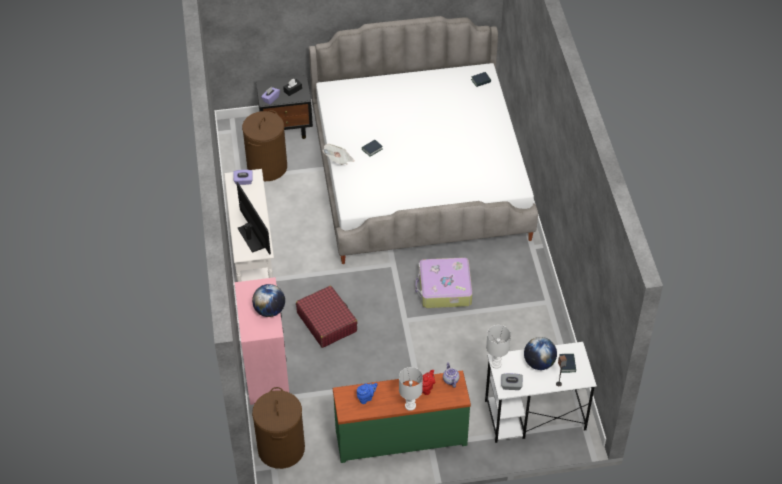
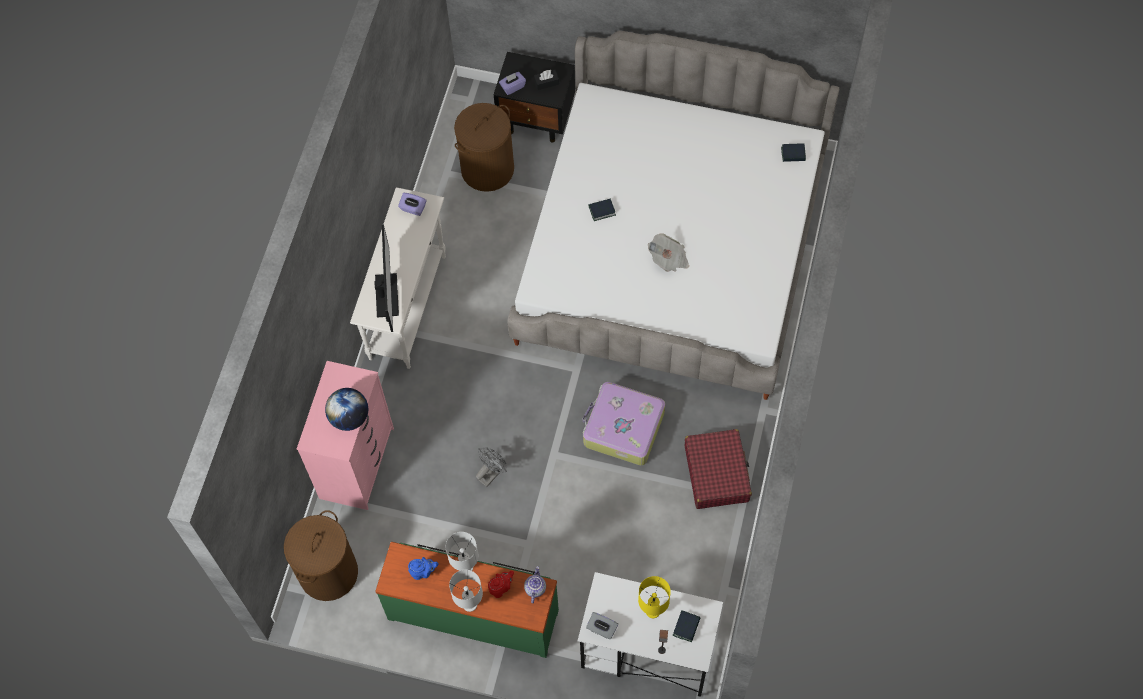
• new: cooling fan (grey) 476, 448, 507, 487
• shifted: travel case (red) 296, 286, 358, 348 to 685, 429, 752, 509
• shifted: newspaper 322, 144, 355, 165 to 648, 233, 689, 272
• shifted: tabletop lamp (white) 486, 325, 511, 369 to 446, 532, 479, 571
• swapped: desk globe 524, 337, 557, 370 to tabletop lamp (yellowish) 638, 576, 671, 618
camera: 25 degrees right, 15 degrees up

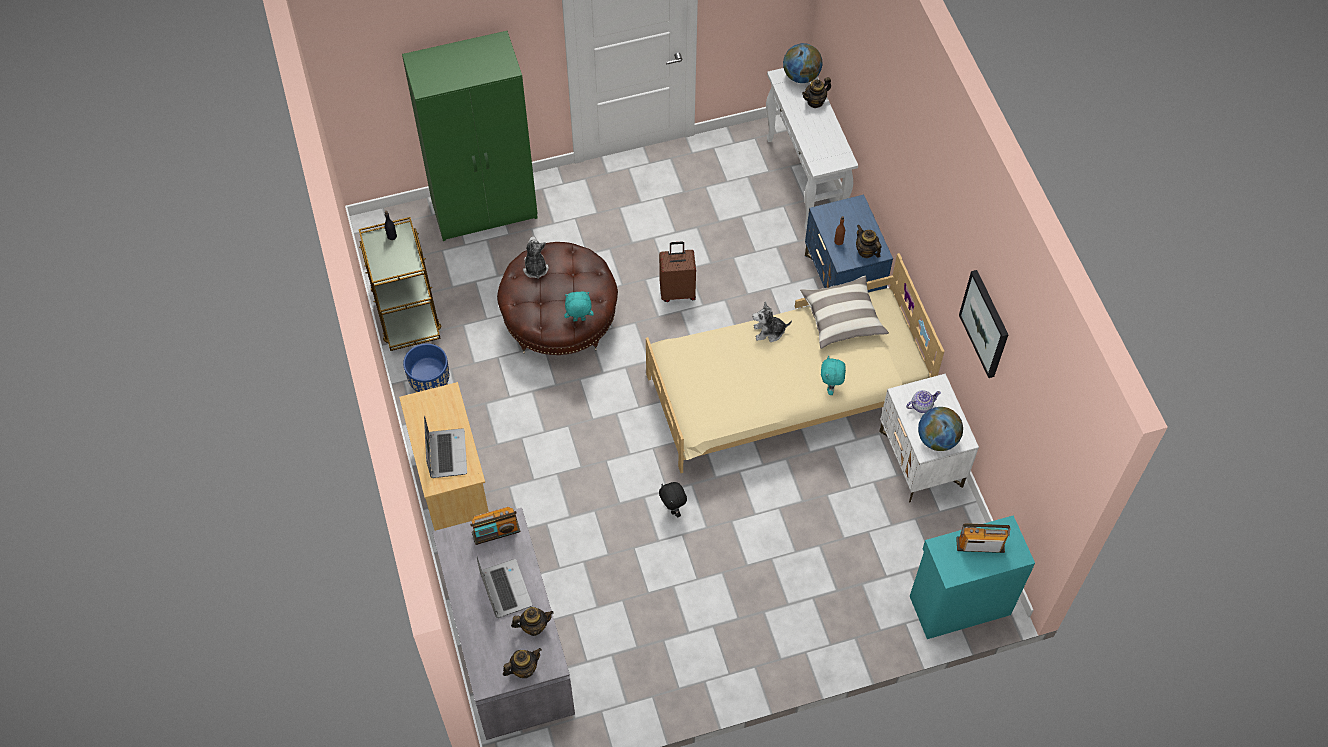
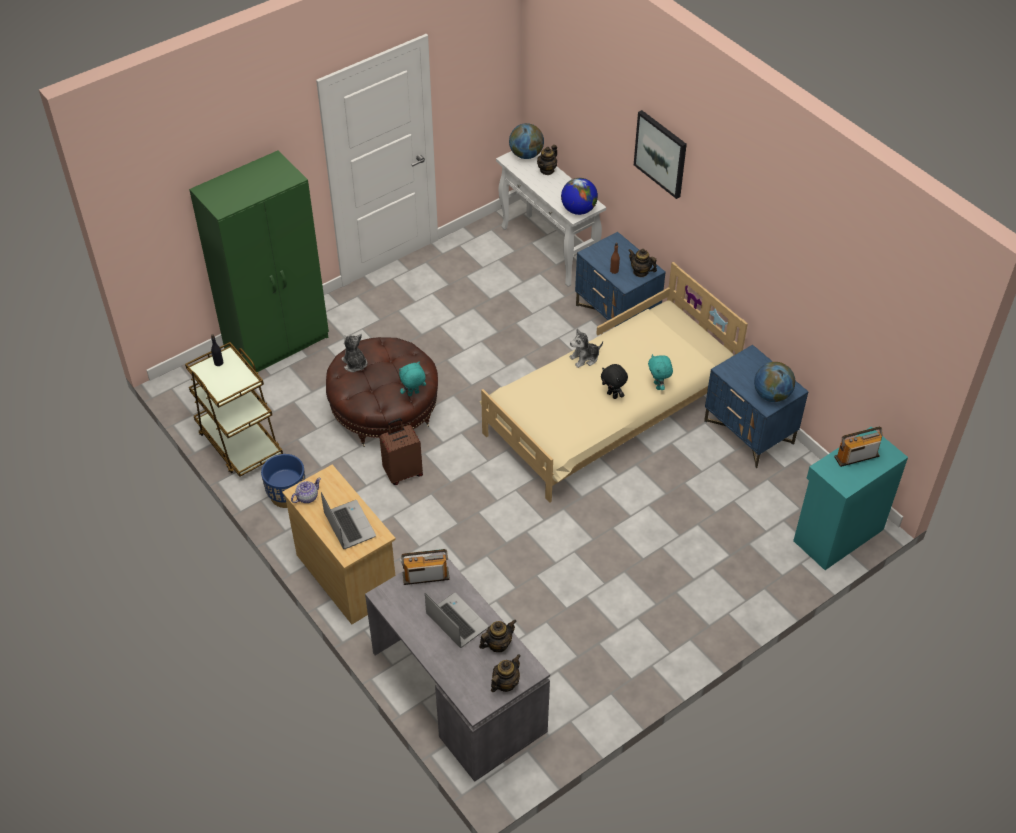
• gone: pillow 800, 276, 889, 349
• new: desk globe 561, 178, 598, 215
• shifted: travel case (brown) 659, 241, 696, 302 to 379, 418, 423, 485
• shifted: plush toy (black-coloured) 659, 482, 687, 517 to 601, 364, 628, 399
• shifted: teapot 906, 390, 941, 413 to 291, 478, 321, 503
• shifted: wall art 959, 270, 1008, 378 to 634, 110, 687, 199
• repainted: nightstand (white) 879, 374, 979, 503 to nightstand (blue-coloured) 704, 345, 809, 468
• rotated: radio set 470, 507, 521, 545 = 401, 549, 450, 585 150 degrees counterclockwise
camera: 20 degrees left, 10 degrees down

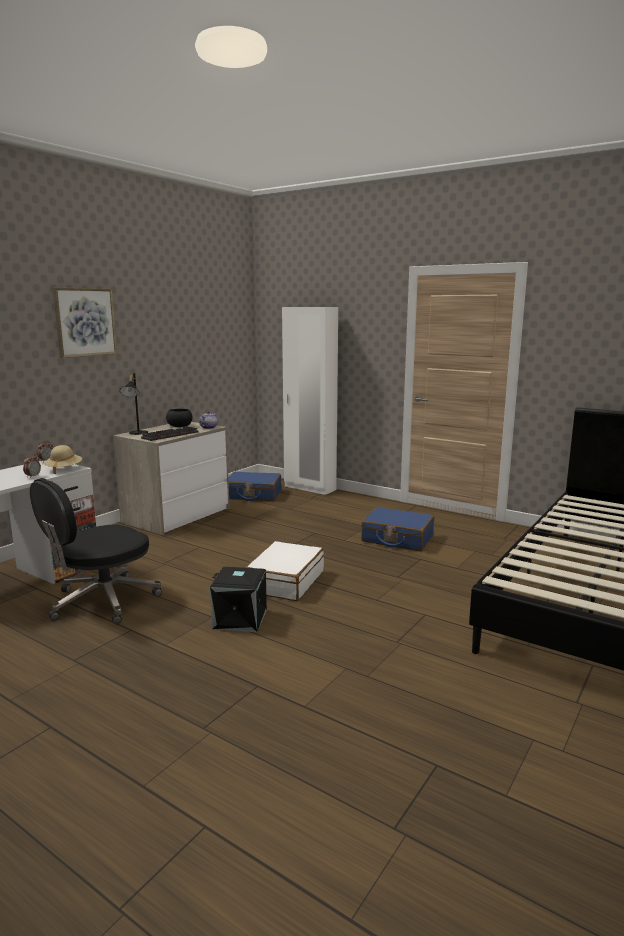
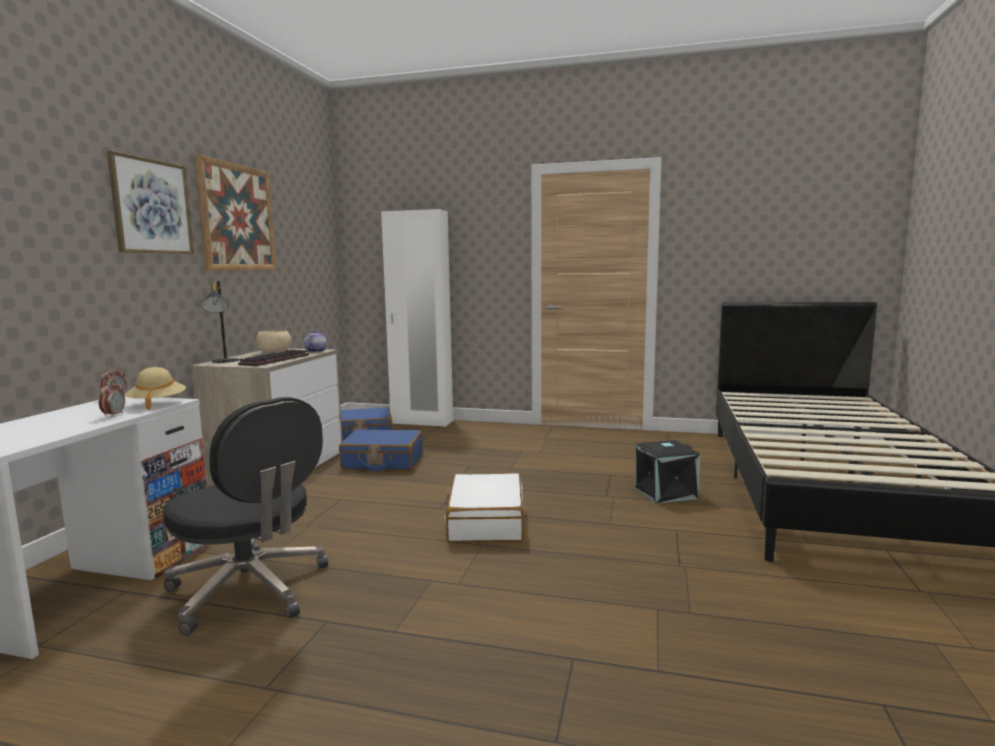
• new: wall art 194, 155, 276, 271
• shifted: storage box (black-coloured) 210, 567, 267, 632 to 635, 440, 700, 504
• shifted: travel case (blue-coloured) 361, 507, 434, 552 to 339, 429, 423, 471
• repainted: bowl (black-coloured) 166, 409, 193, 427 to bowl (sand-coloured) 256, 330, 291, 353
• rotated: desk chair (black-coloured) 30, 478, 162, 624 = 163, 397, 328, 636 75 degrees counterclockwise
camera: 20 degrees left, 5 degrees down

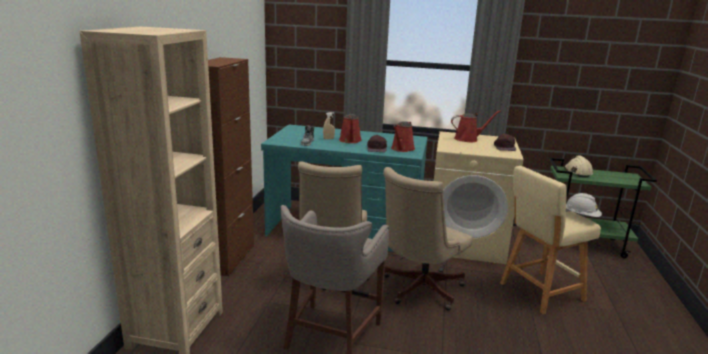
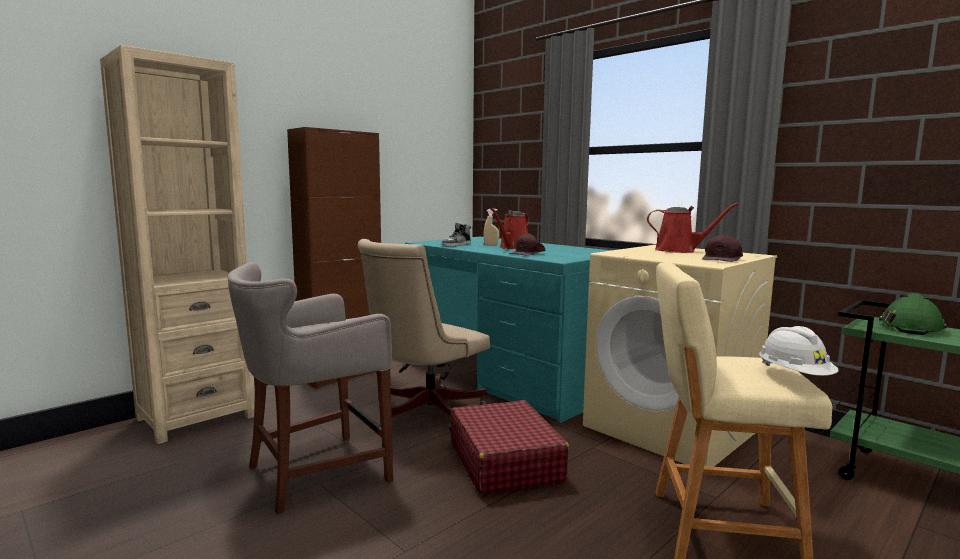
• gone: sprinkling can (red) 391, 121, 415, 152
• swapped: desk chair (sand-coloured) 383, 167, 473, 310 to travel case (red) 450, 400, 569, 495
• repainted: safety helmet (sand-coloured) 564, 155, 593, 177 to safety helmet (green-coloured) 879, 293, 947, 335
camera: 35 degrees right, 10 degrees down

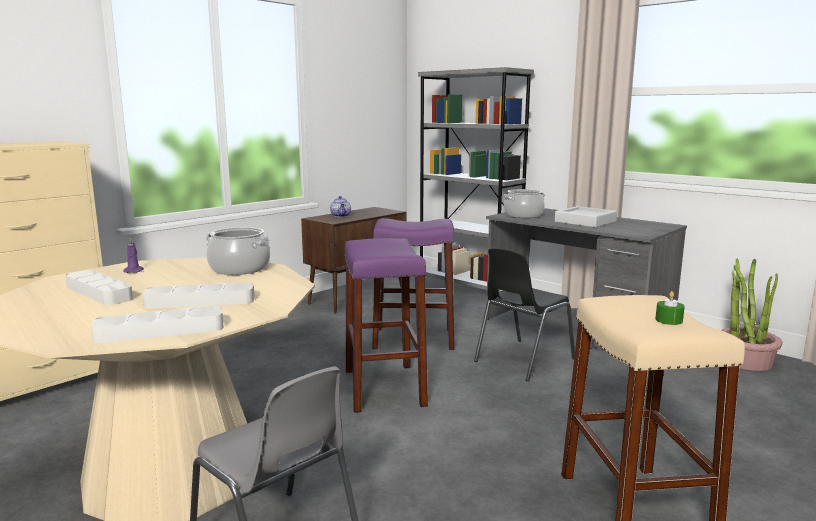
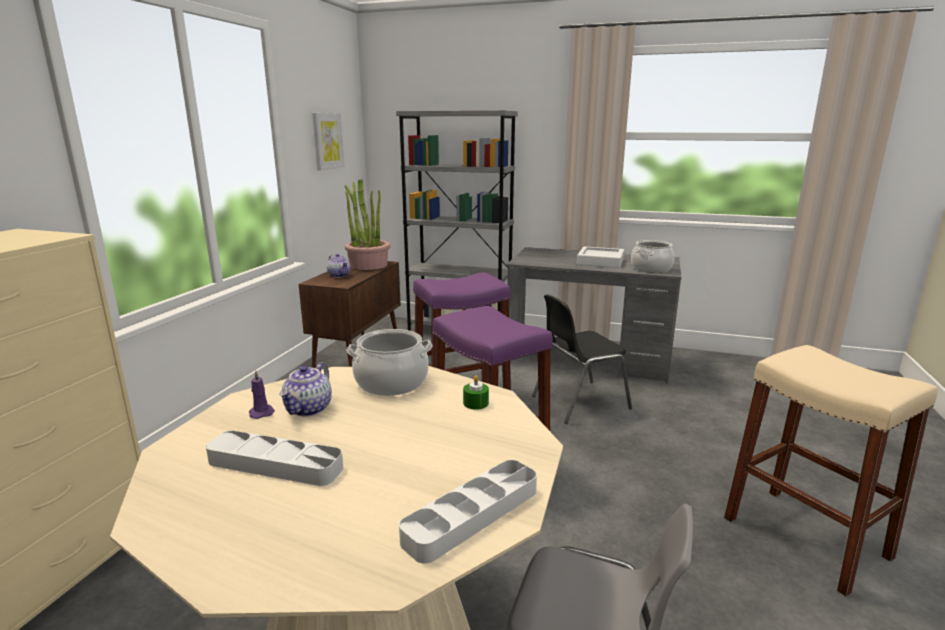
• gone: serving tray (grey) 142, 283, 255, 309
• new: teapot 279, 362, 332, 417
• new: wall art 312, 113, 345, 171
• shifted: saucepot 504, 189, 545, 218 to 631, 240, 674, 272
• shifted: wax candle (green-coloured) 656, 291, 685, 325 to 463, 376, 489, 410
• shifted: potted plant 721, 259, 783, 371 to 344, 179, 390, 270
• rotated: upright chair (black-coloured) 474, 248, 575, 381 = 532, 294, 632, 424 45 degrees clockwise
camera: 25 degrees left, 5 degrees up

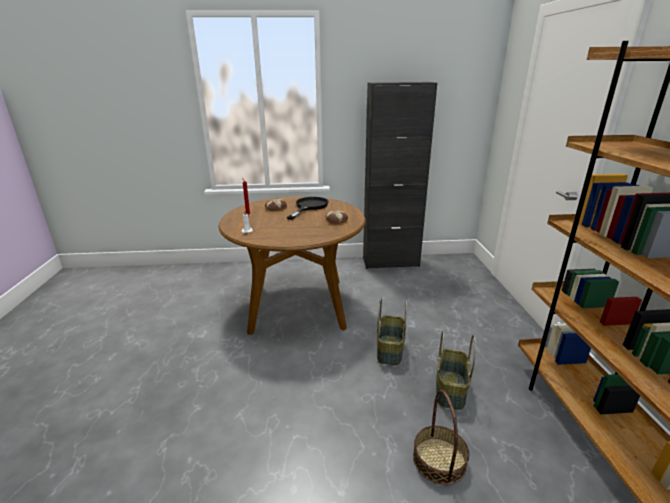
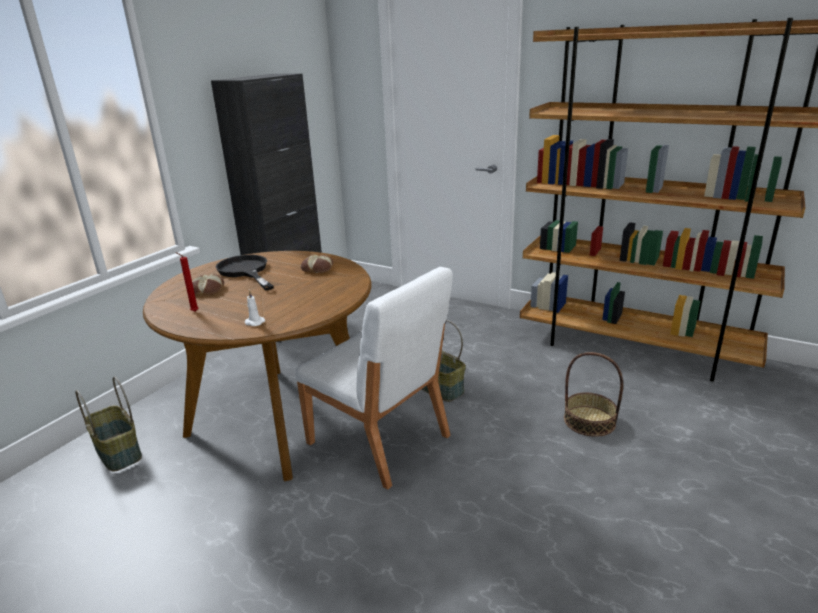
• new: upright chair (white) 295, 267, 453, 489
• shifted: storage basket 436, 331, 476, 410 to 75, 376, 142, 472
camera: 55 degrees left, 0 degrees up

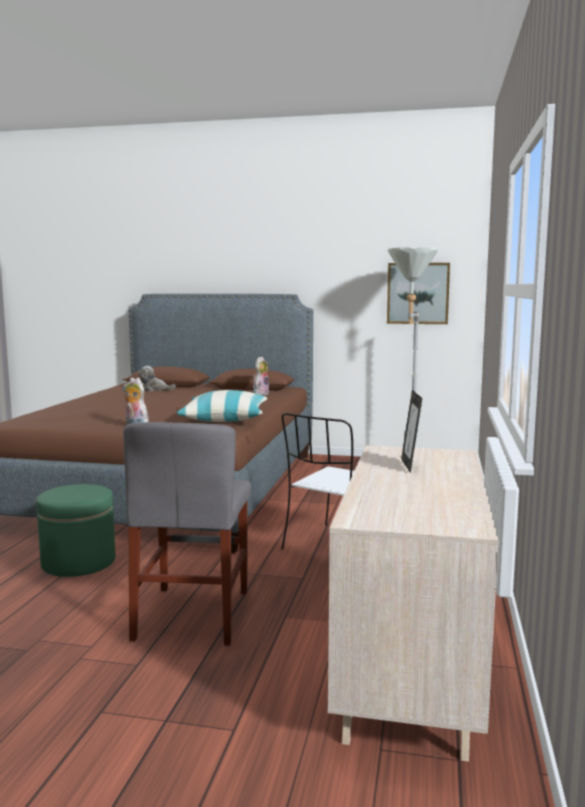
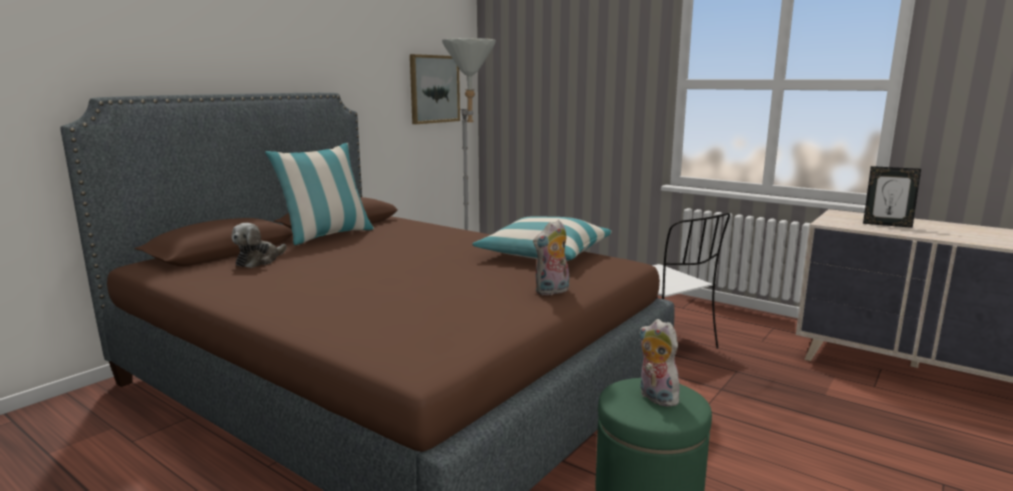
• gone: upright chair (grey) 123, 422, 251, 646
• new: pillow 265, 143, 374, 245
• shifted: plush toy 252, 357, 269, 395 to 639, 319, 680, 407
camera: 65 degrees left, 5 degrees up

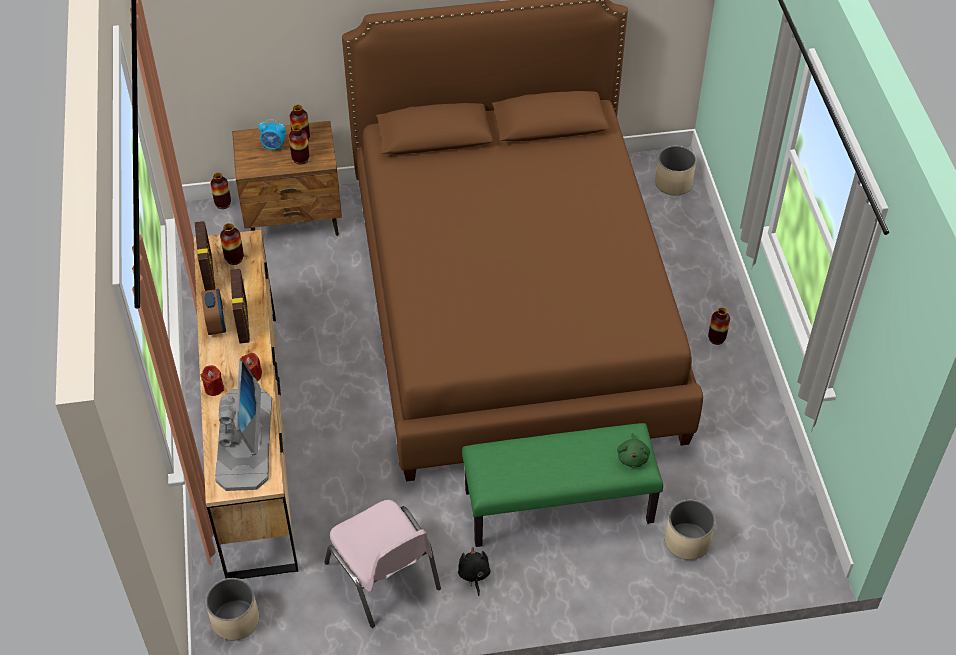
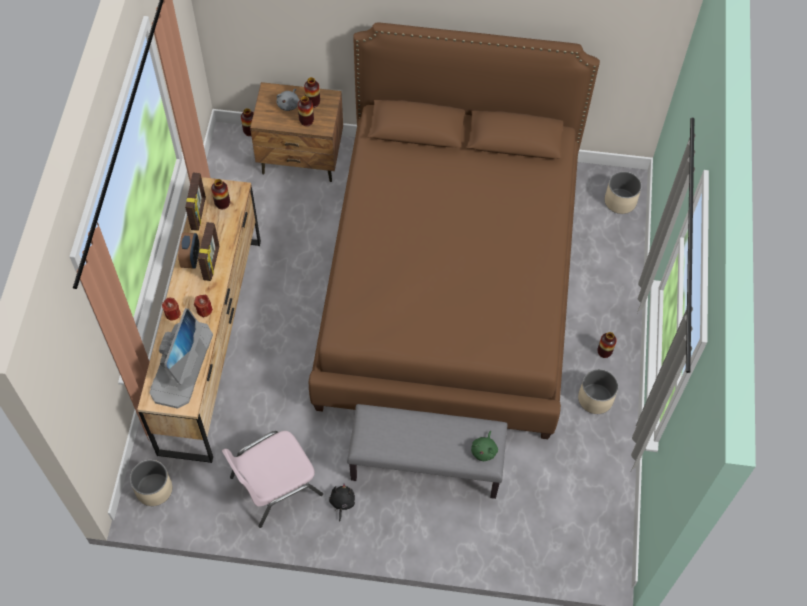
• shifted: flower pot (sand-coloured) 665, 500, 715, 560 to 578, 369, 618, 414
• swapped: table clock 258, 119, 286, 150 to plush toy (grey) 277, 89, 300, 111
• repainted: long seat (green-coloured) 462, 423, 663, 547 to long seat (grey) 347, 404, 508, 499
• rotated: upright chair (pink-coloured) 324, 500, 441, 628 = 222, 431, 323, 528 75 degrees clockwise
camera: 15 degrees right, 10 degrees up

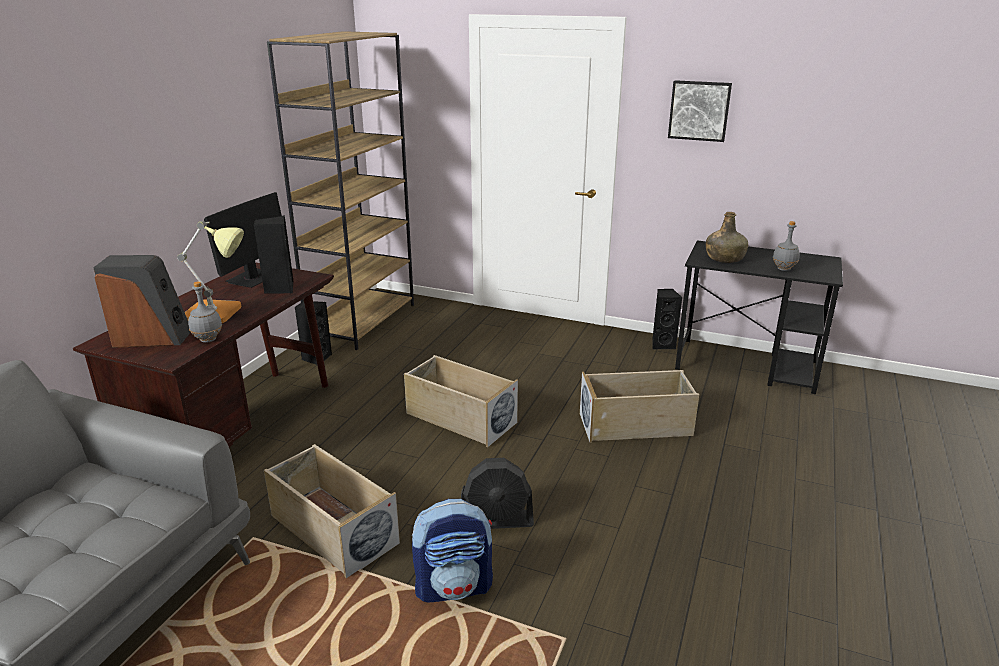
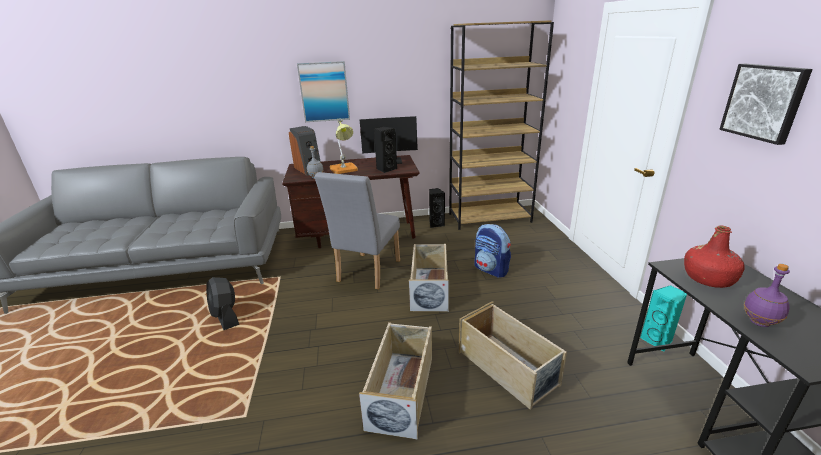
• new: wall art 297, 61, 350, 122
• new: upright chair (grey) 315, 172, 400, 289
• shifted: storage box (sand-coloured) 264, 444, 400, 578 to 359, 322, 432, 440
• shifted: backpack 412, 499, 493, 602 to 474, 224, 511, 278
• shifted: cooling fan (black-coloured) 461, 458, 534, 529 to 206, 277, 239, 330
• repainted: speaker (black-coloured) 652, 289, 682, 350 to speaker (turquoise-coloured) 640, 285, 687, 352
• repainted: beverage bottle (green-coloured) 706, 212, 748, 263 to beverage bottle (red) 684, 225, 745, 288
• repainted: beverage bottle (grey) 773, 221, 800, 271 to beverage bottle (purple) 744, 264, 790, 327
camera: 60 degrees right, 0 degrees up

